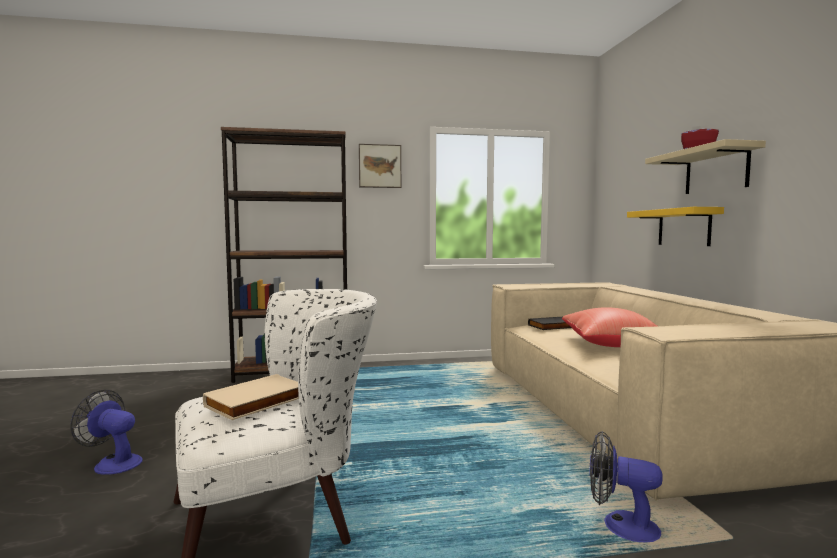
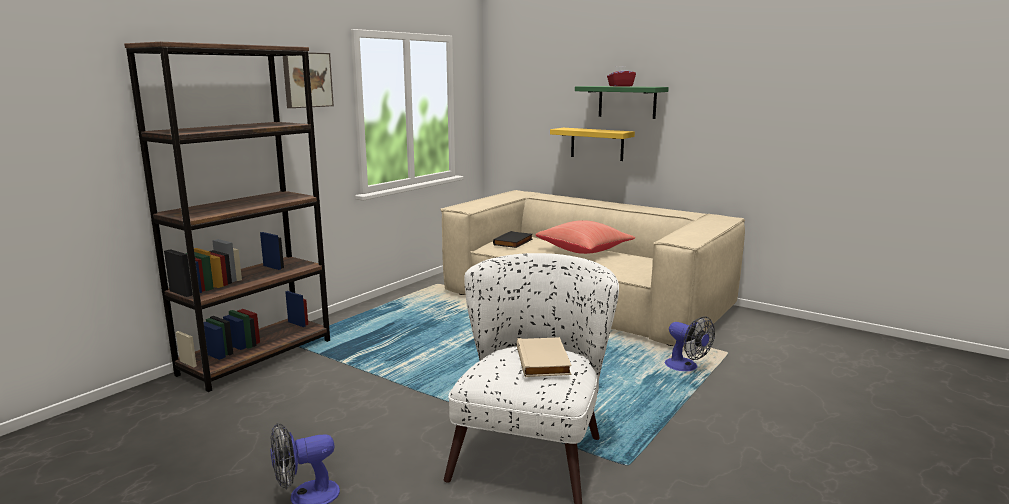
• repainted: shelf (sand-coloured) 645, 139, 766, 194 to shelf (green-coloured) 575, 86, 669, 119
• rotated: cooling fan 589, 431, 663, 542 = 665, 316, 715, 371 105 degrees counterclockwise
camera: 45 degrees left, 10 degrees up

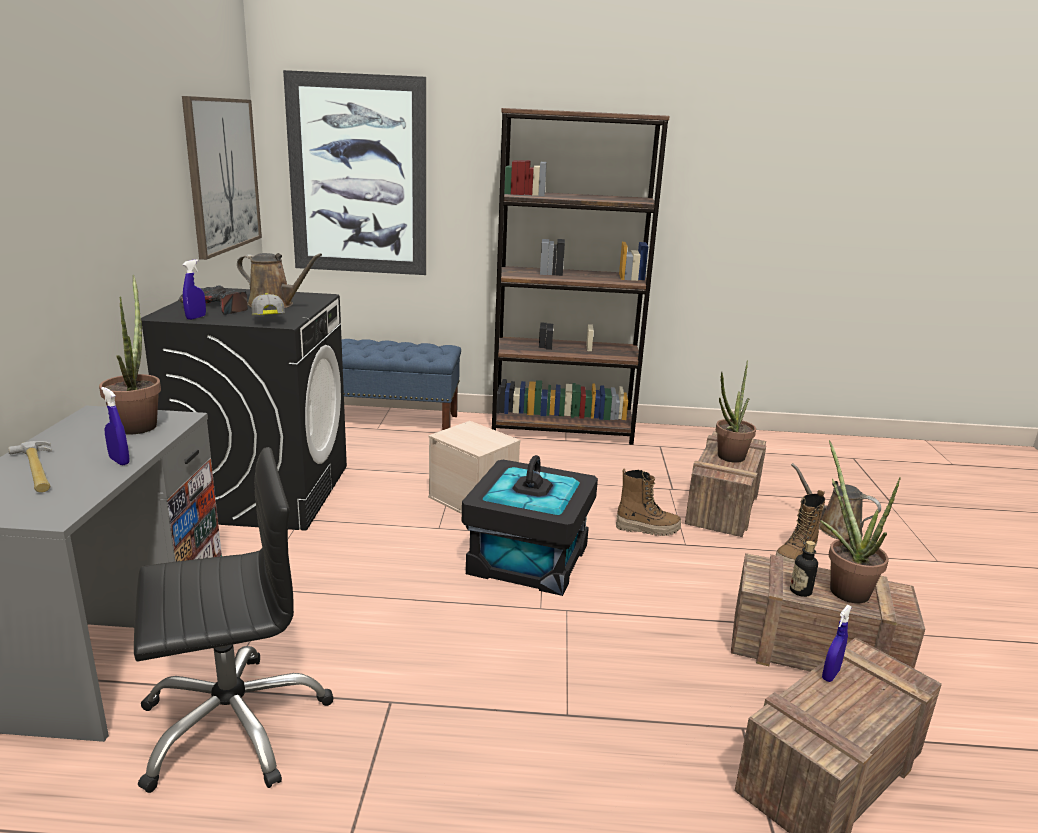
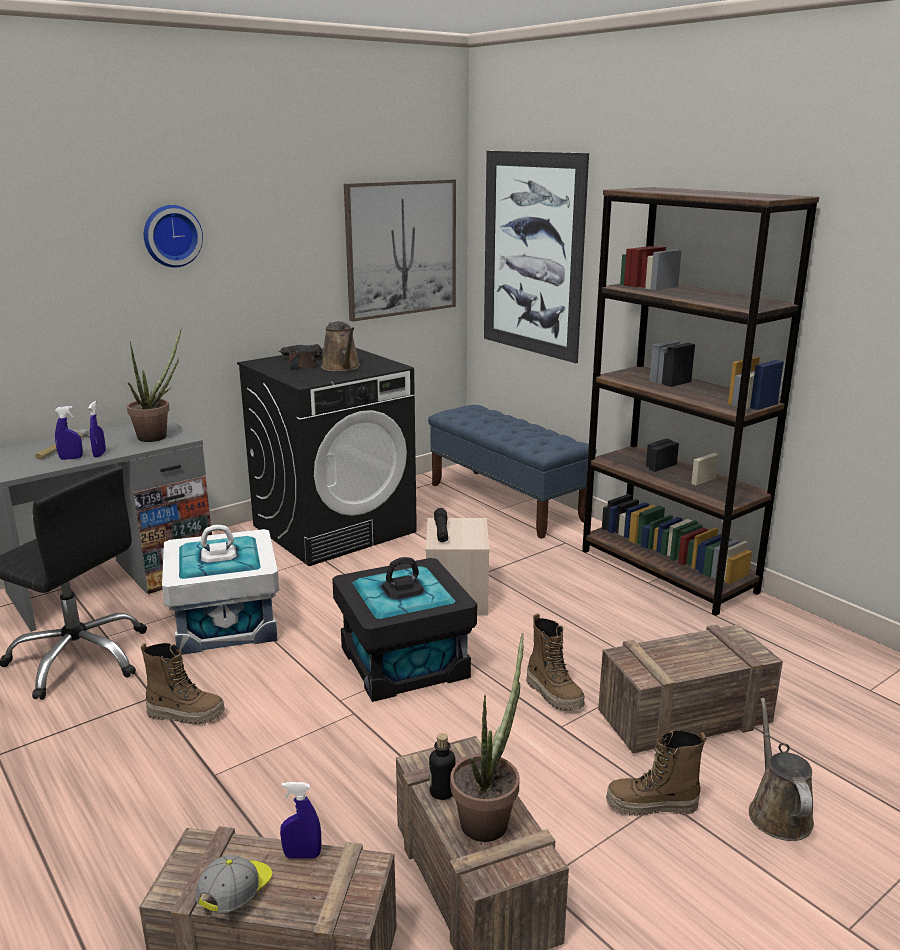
• gone: potted plant 716, 360, 756, 463
• new: boot 141, 643, 225, 724
• new: hanging clock 144, 205, 203, 267
• new: storage box (white) 162, 525, 279, 655
• new: hand torch (black-coloured) 434, 508, 448, 542
• shifted: hand sprayer (blue-coloured) 183, 259, 206, 320 to 55, 406, 83, 460
• shifted: peaked cap 251, 293, 285, 315 to 195, 855, 272, 913
camera: 50 degrees right, 0 degrees up

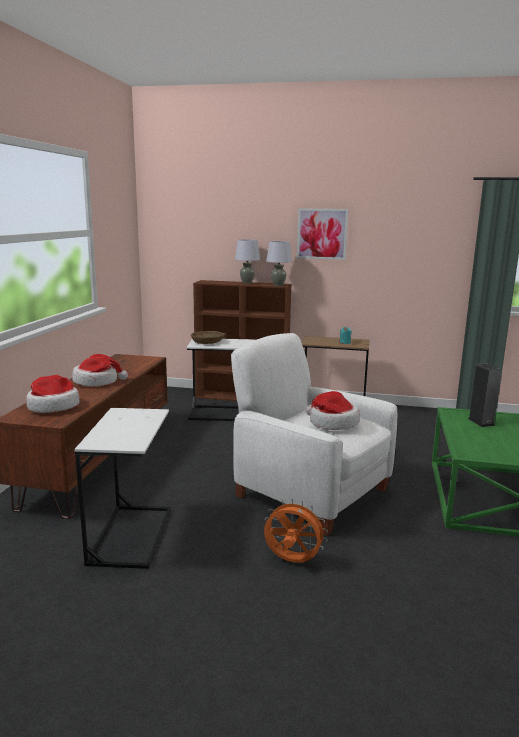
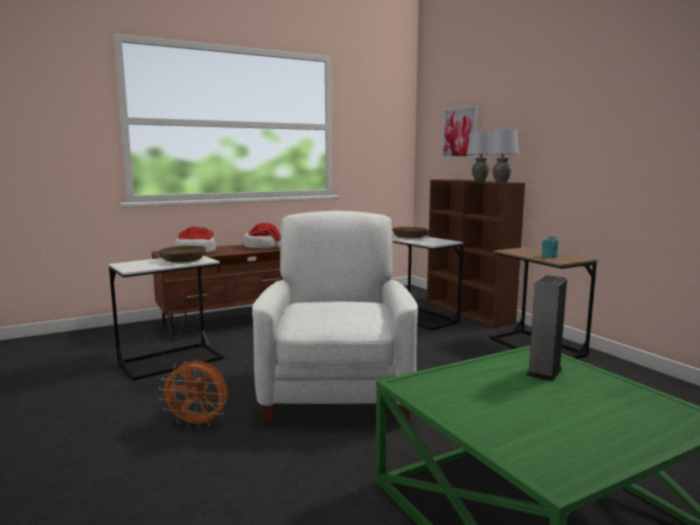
• gone: clothing hat 306, 391, 360, 430
• new: bowl (brown) 159, 245, 206, 262
• shifted: wall art 297, 208, 348, 260 to 441, 105, 478, 159
• rotated: cooling fan (orange-coloured) 264, 499, 328, 563 = 159, 361, 228, 429 120 degrees clockwise
camera: 50 degrees right, 5 degrees down

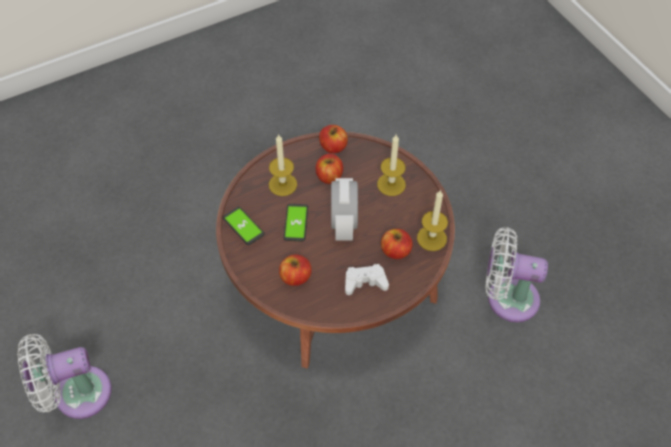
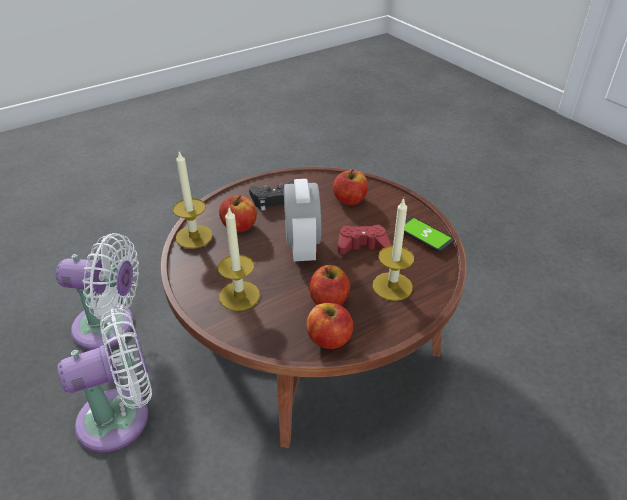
• shifted: cooling fan (white) 17, 334, 112, 419 to 57, 308, 152, 453
• swapped: telephone 284, 204, 308, 241 to game controller (red) 338, 225, 391, 254
• repainted: game controller (white) 345, 264, 389, 295 to game controller (black-coloured) 249, 181, 294, 211
camera: 175 degrees right, 15 degrees down

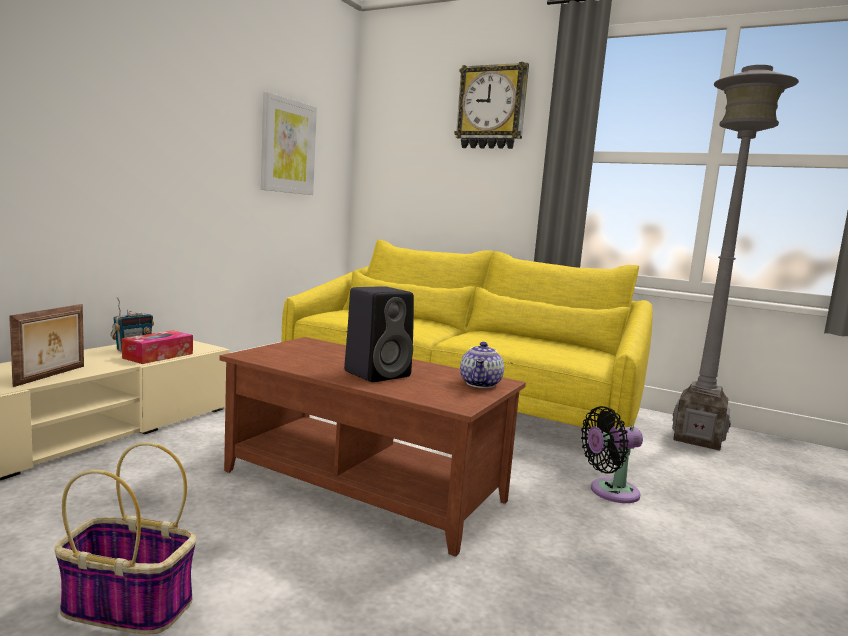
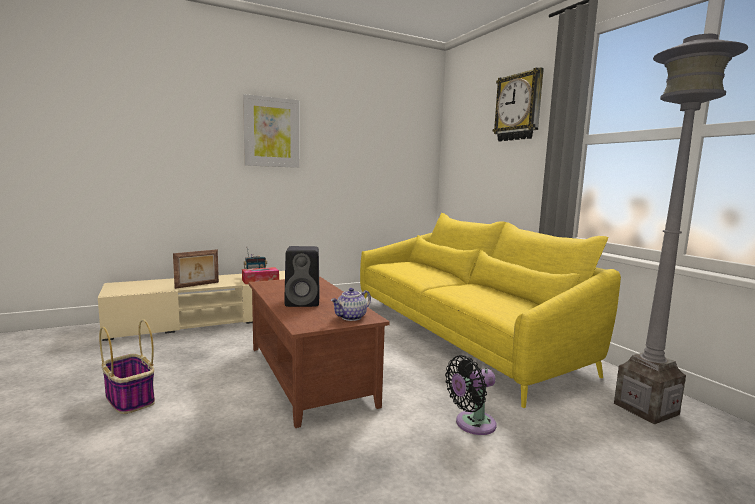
• shifted: wall art 261, 92, 317, 195 to 243, 94, 299, 168
• rotated: cooling fan (black-coloured) 581, 406, 643, 503 = 445, 355, 497, 435 45 degrees counterclockwise
camera: 35 degrees right, 0 degrees up

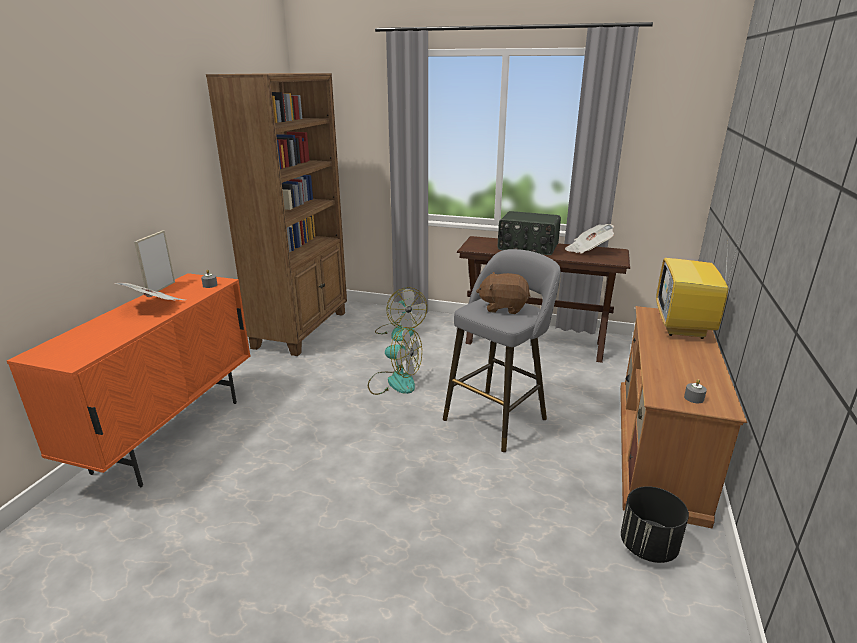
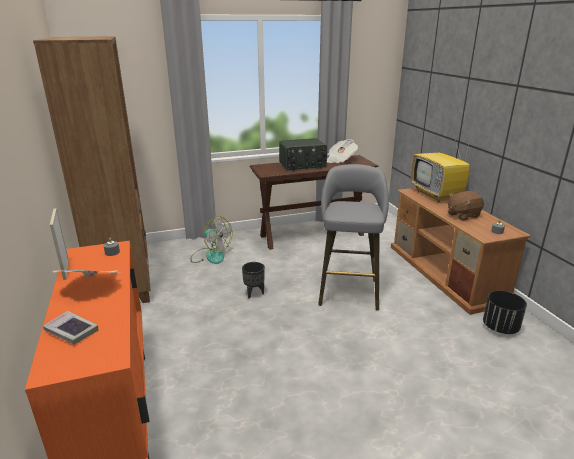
• new: book 43, 311, 98, 344
• shifted: plush toy (brown) 476, 272, 530, 314 to 448, 191, 484, 220
• swapped: cooling fan 368, 327, 422, 395 to flower pot (black-coloured) 242, 262, 265, 298
camera: 35 degrees left, 0 degrees up

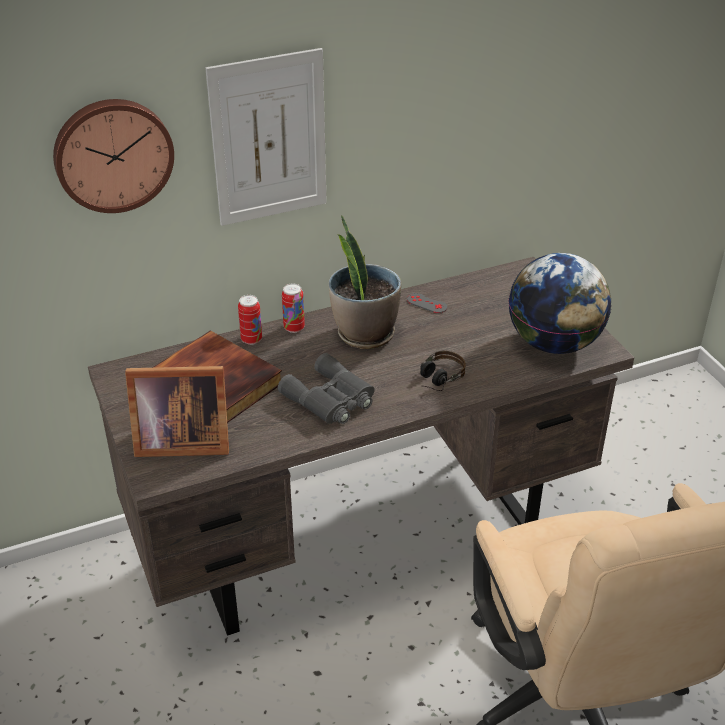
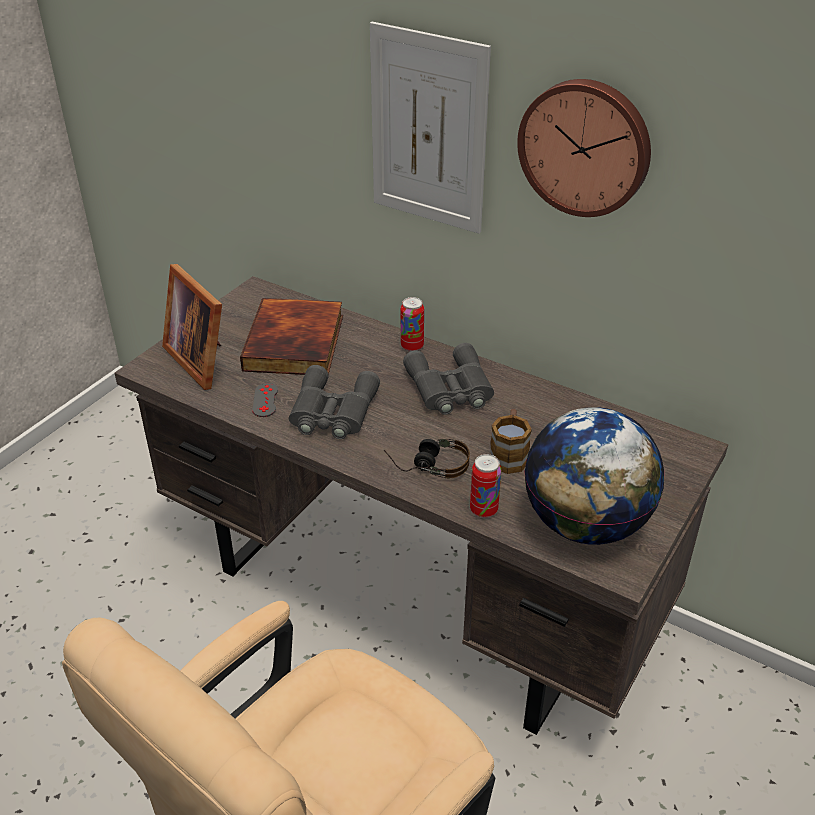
• new: mug 490, 409, 532, 474
• shifted: hanging clock 53, 99, 174, 213 to 517, 79, 651, 217
• shifted: metal can 238, 295, 262, 345 to 470, 454, 501, 518
• shifted: game controller (grey) 407, 293, 447, 313 to 252, 383, 278, 417
• swapped: potted plant 329, 215, 401, 349 to pair of binoculars (grey) 403, 343, 494, 415
camera: 55 degrees right, 0 degrees up

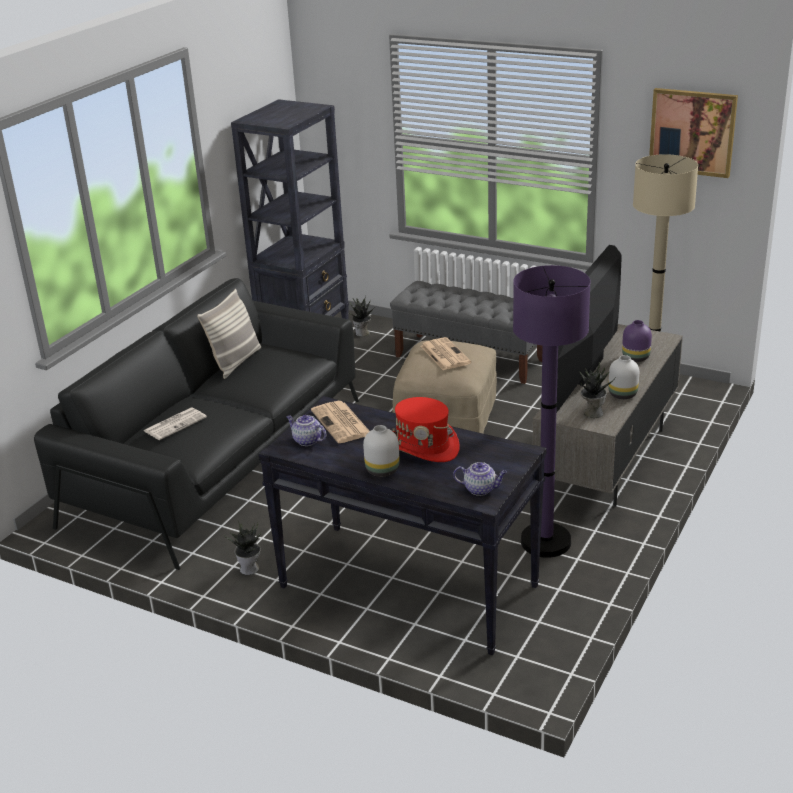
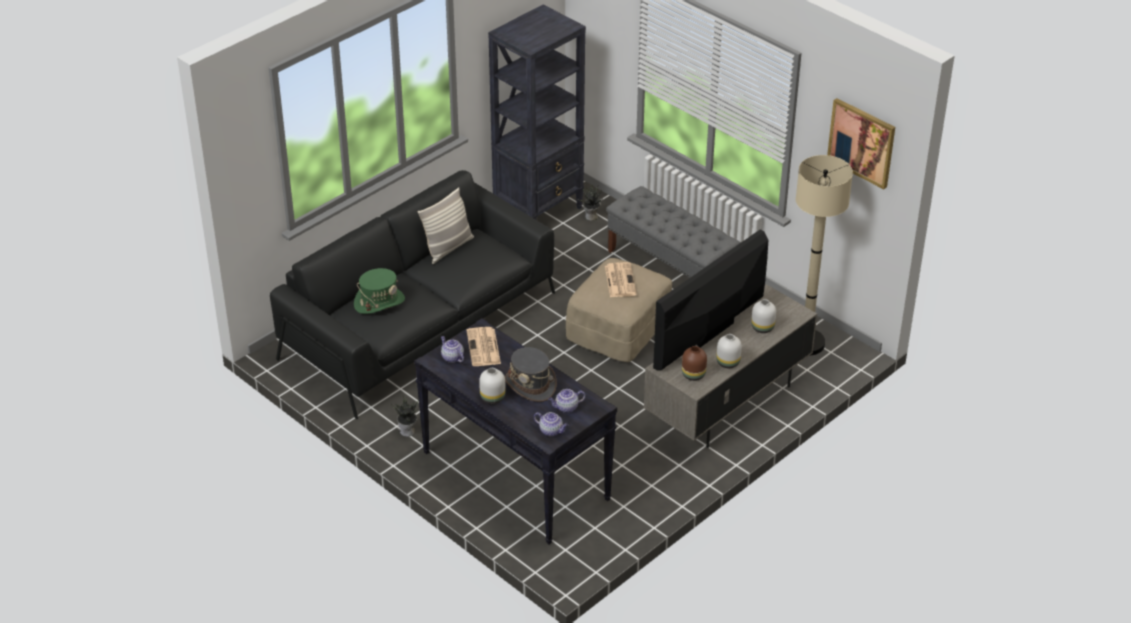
• gone: standard lamp (purple) 513, 265, 591, 558
• new: teapot 548, 389, 585, 413
• swapped: newspaper 144, 408, 207, 440 to clothing hat (green-coloured) 354, 268, 405, 314
• swapped: potted plant 579, 362, 615, 418 to vase (brown) 682, 346, 707, 381
• repainted: clothing hat (red) 392, 397, 460, 462 to clothing hat (grey) 505, 347, 557, 402
• repainted: vase (purple) 622, 320, 652, 362 to vase (white) 751, 299, 776, 333
camera: 15 degrees right, 10 degrees up

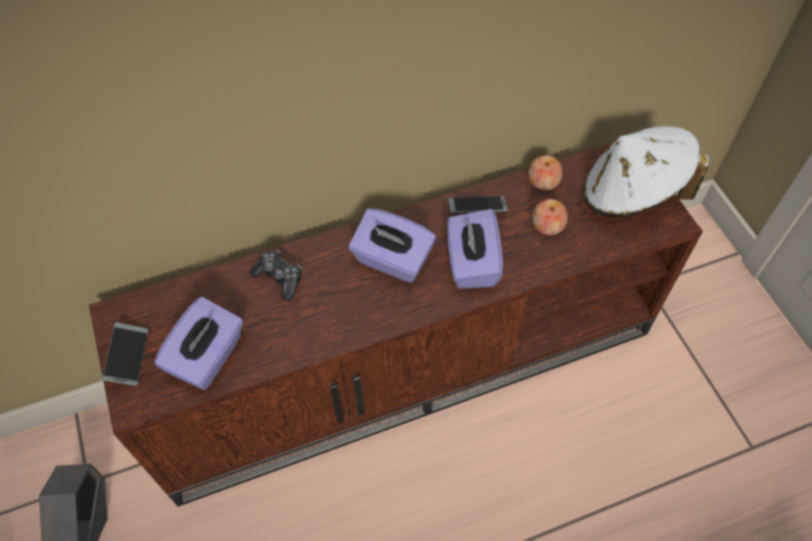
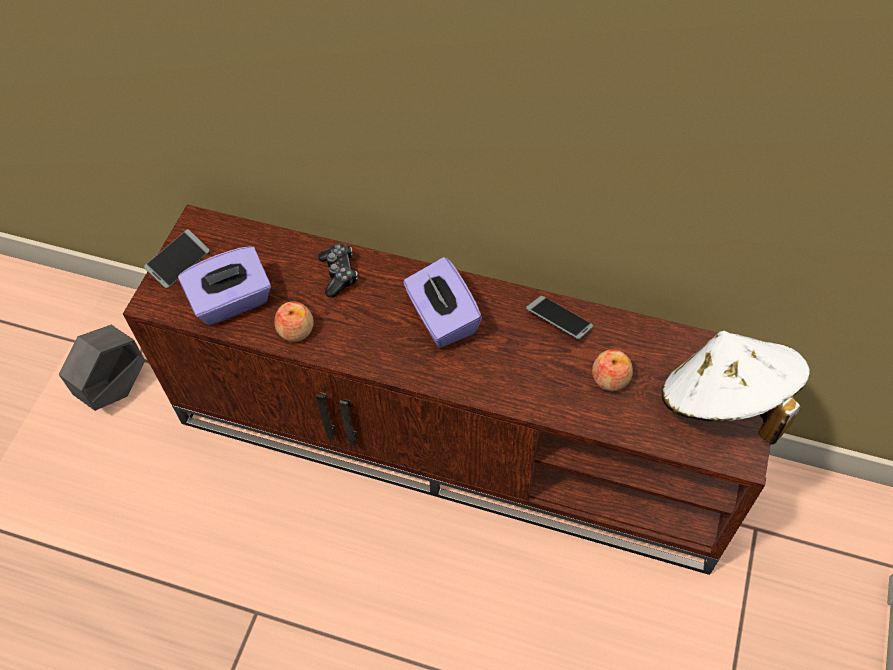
• gone: tissue holder (purple) 447, 209, 503, 289
• shifted: apple 528, 155, 562, 191 to 274, 301, 314, 342
camera: 40 degrees right, 0 degrees up

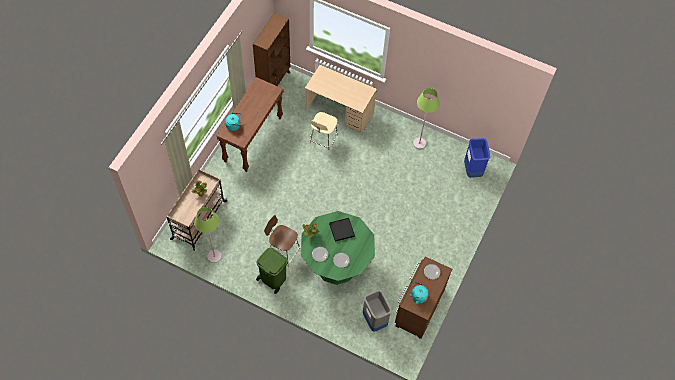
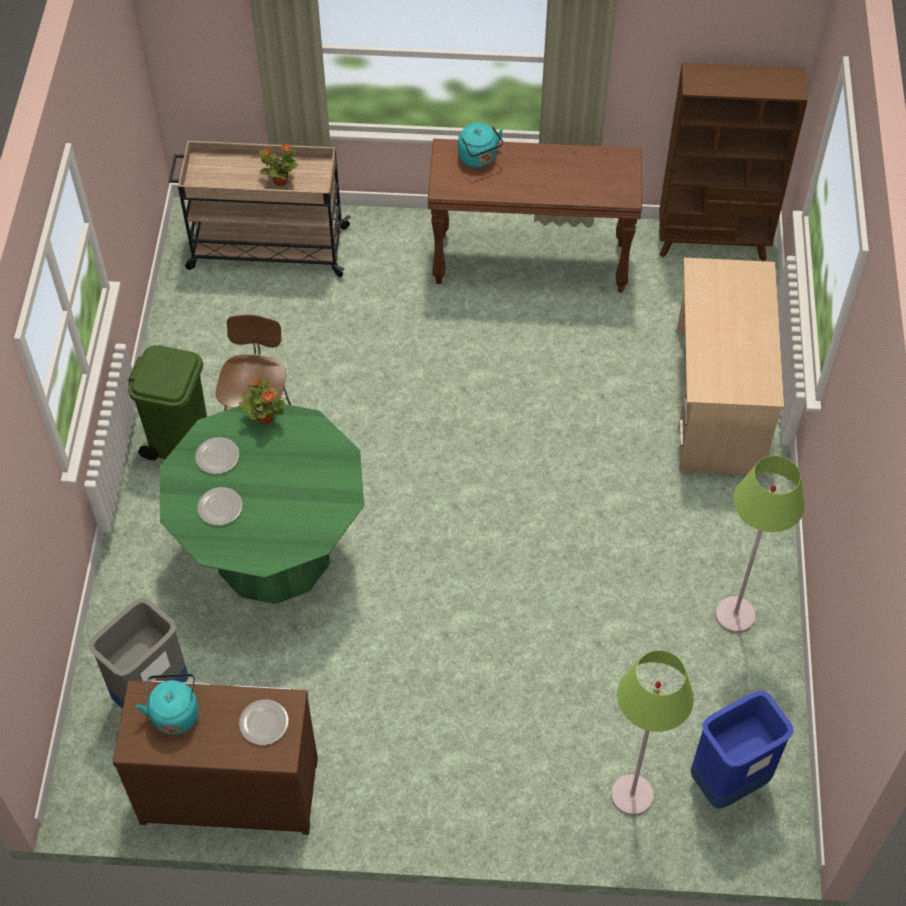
• gone: upright chair (sand-coloured) 310, 112, 338, 152
• gone: serving tray (black-coloured) 329, 218, 355, 242
• shifted: standard lamp (green-coloured) 194, 207, 222, 263 to 611, 650, 694, 815
camera: 70 degrees right, 5 degrees down

